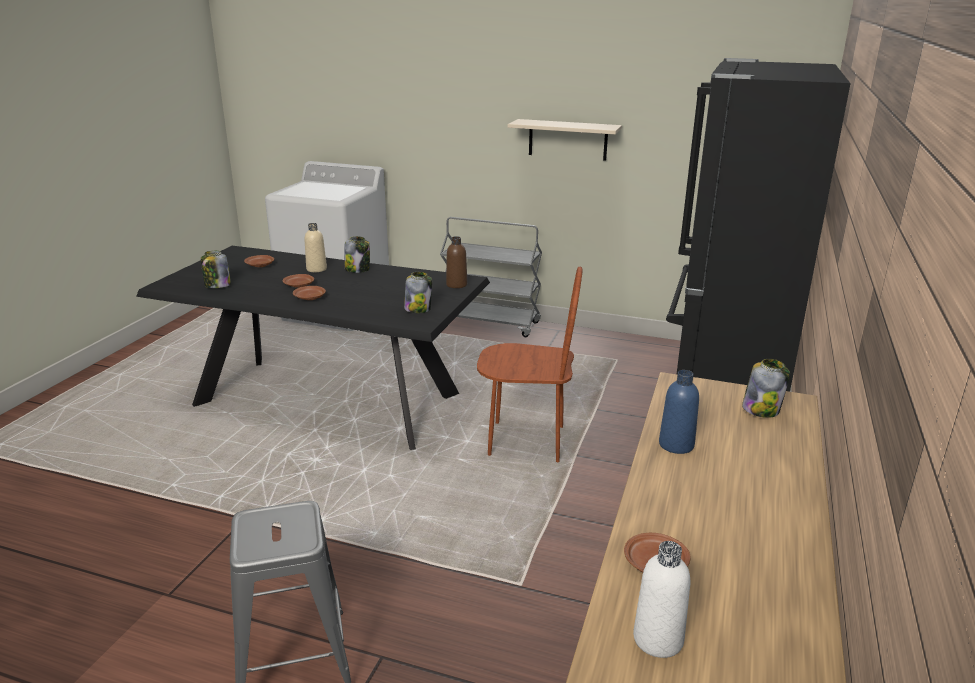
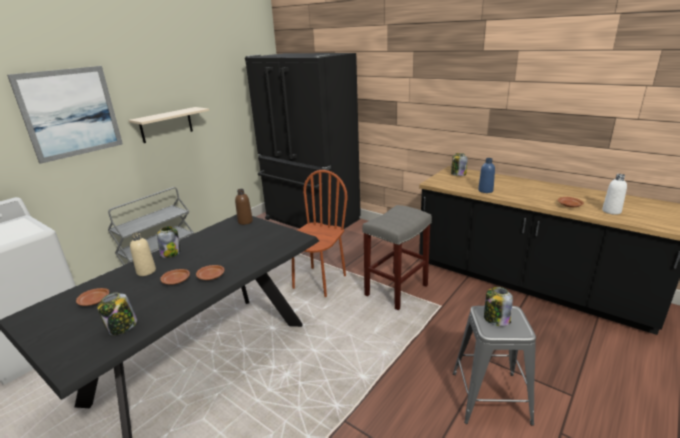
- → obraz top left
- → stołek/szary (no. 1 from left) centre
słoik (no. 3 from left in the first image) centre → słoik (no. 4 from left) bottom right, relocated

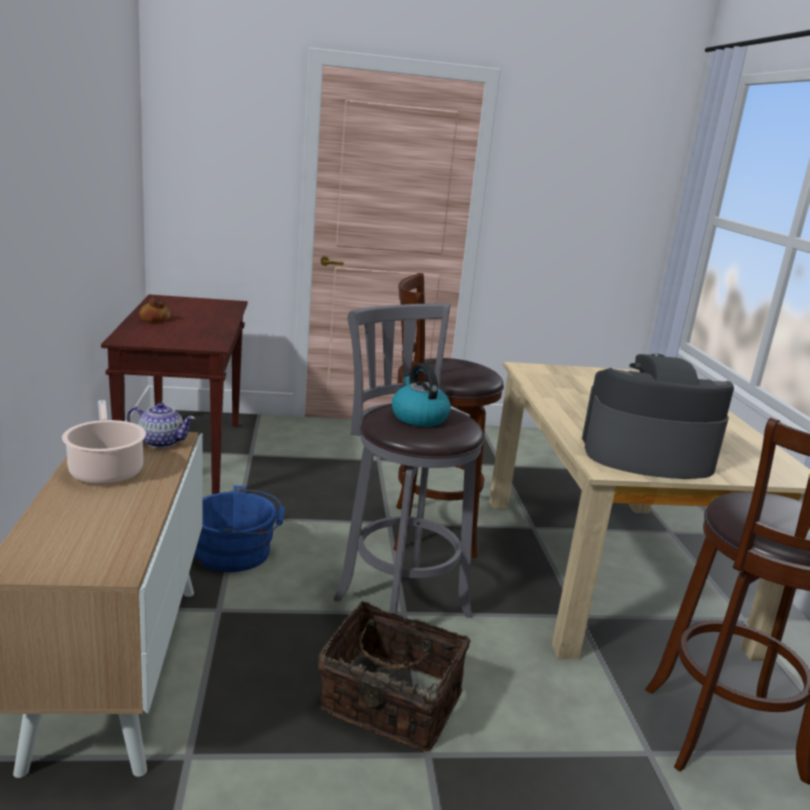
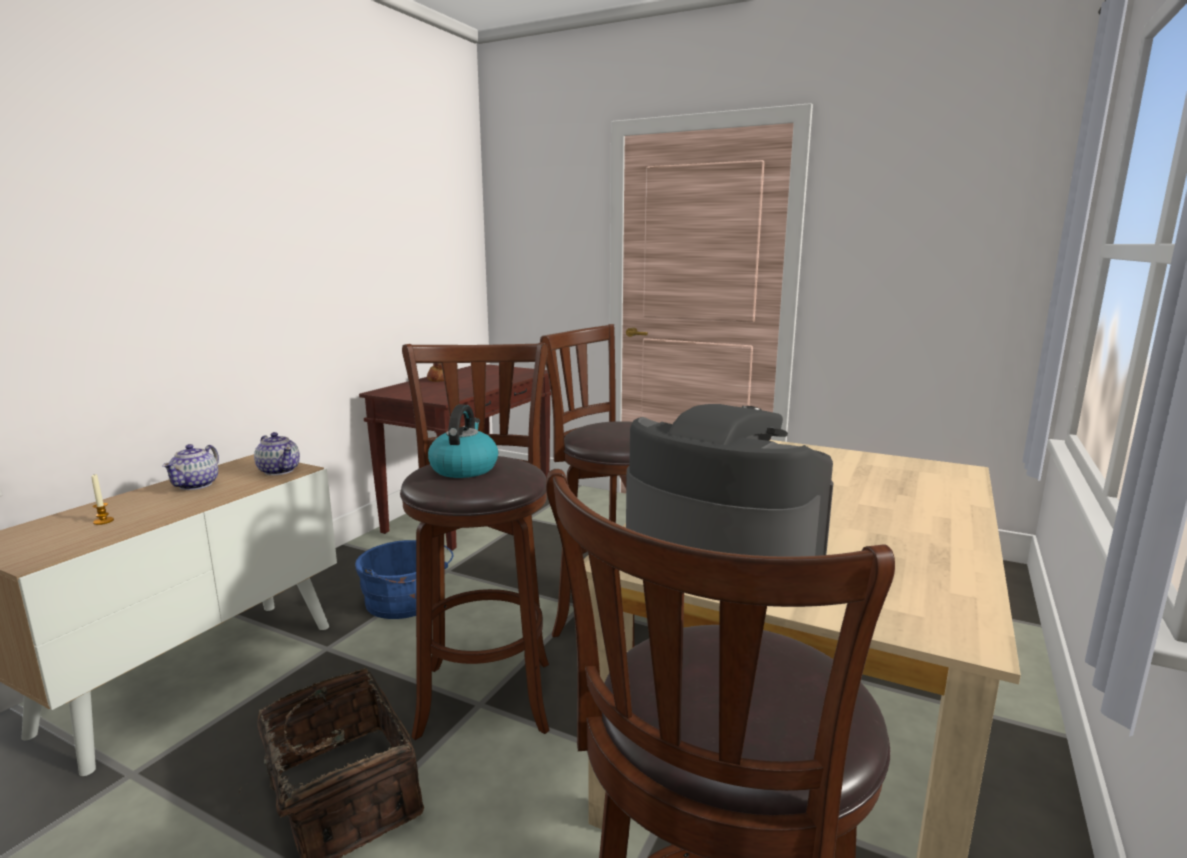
- → świeca middle left
garnek middle left → imbryk (no. 1 from left) middle left
stołek/szary centre → stołek/brązowy (no. 1 from left) centre

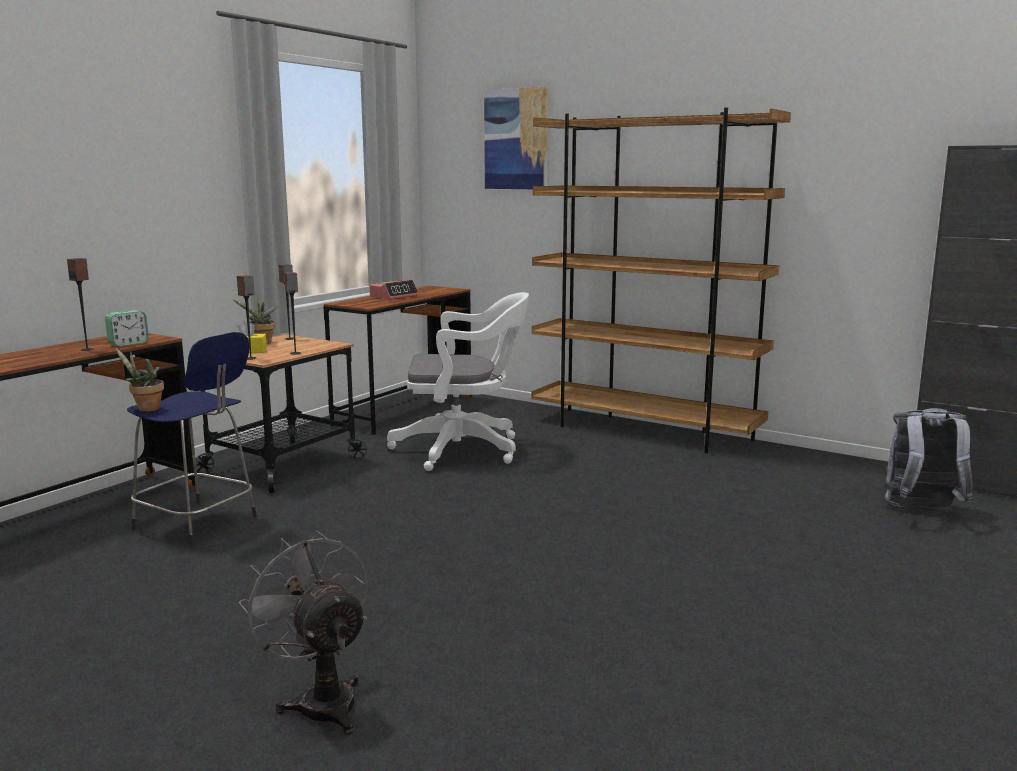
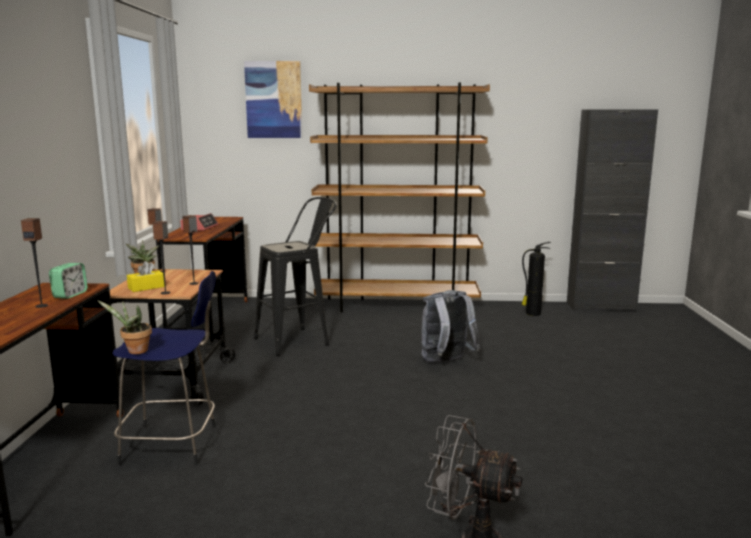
krzesło biurowe/biały centre → stołek/czarny centre
plecak/szary middle right → plecak/szary centre, relocated
- → gaśnica middle right

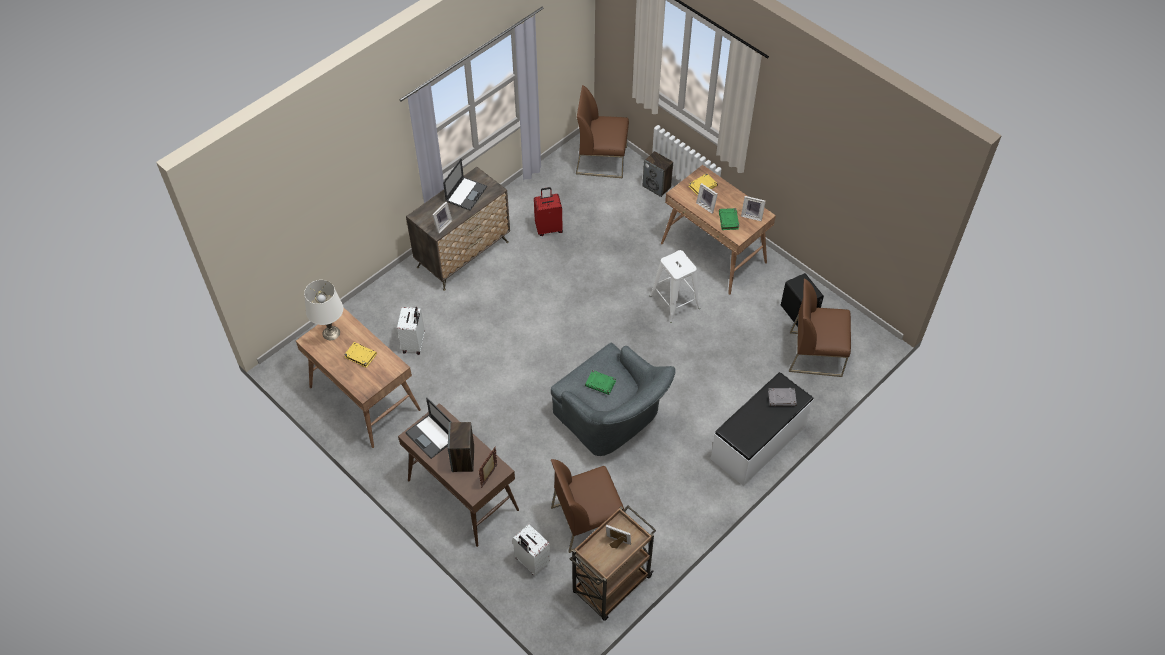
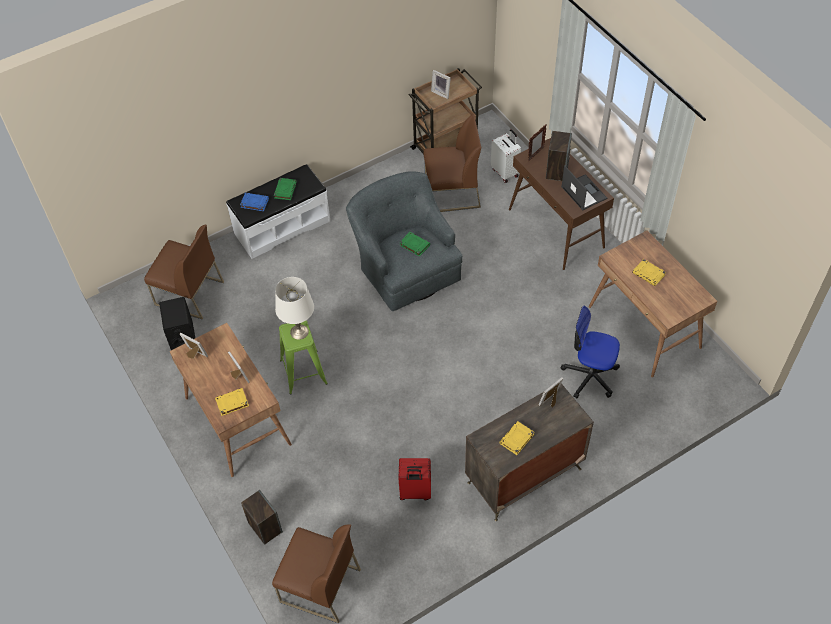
książka/szary middle right → książka/niebieski top left
książka/zielony (no. 2 from left in the first image) centre → książka/zielony (no. 1 from left) top centre, relocated
lampa stołowa/biały middle left → lampa stołowa/biały centre, relocated
stołek/biały centre → stołek/zielony centre
laptop (no. 2 from left) top centre → książka/żółty (no. 2 from left) bottom centre
walizka/biały (no. 1 from left) centre → krzesło biurowe middle right

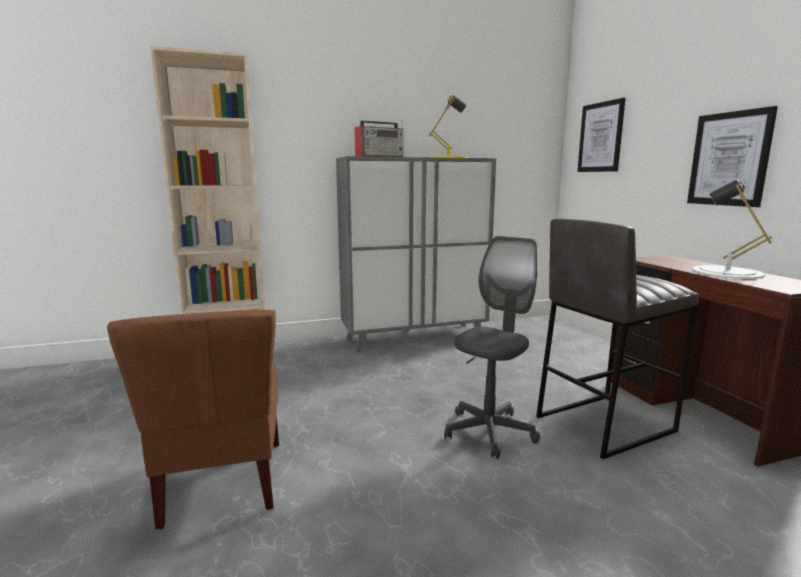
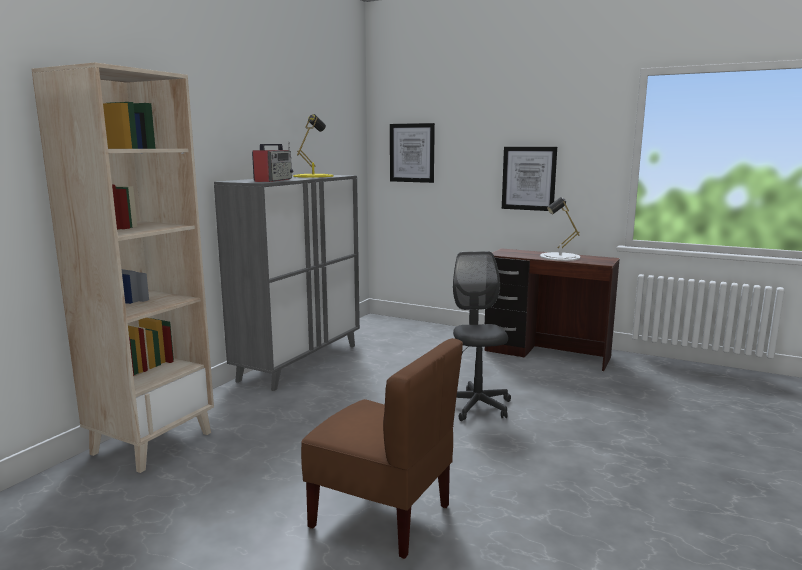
stołek/szary middle right → -

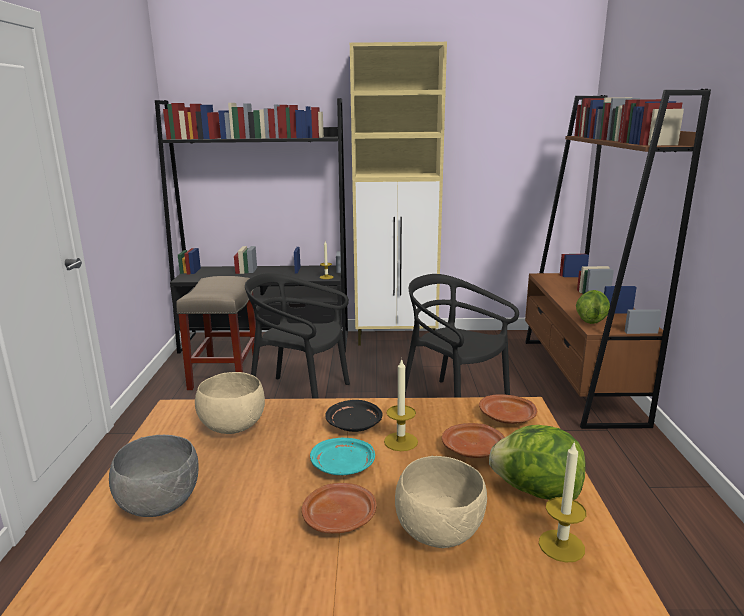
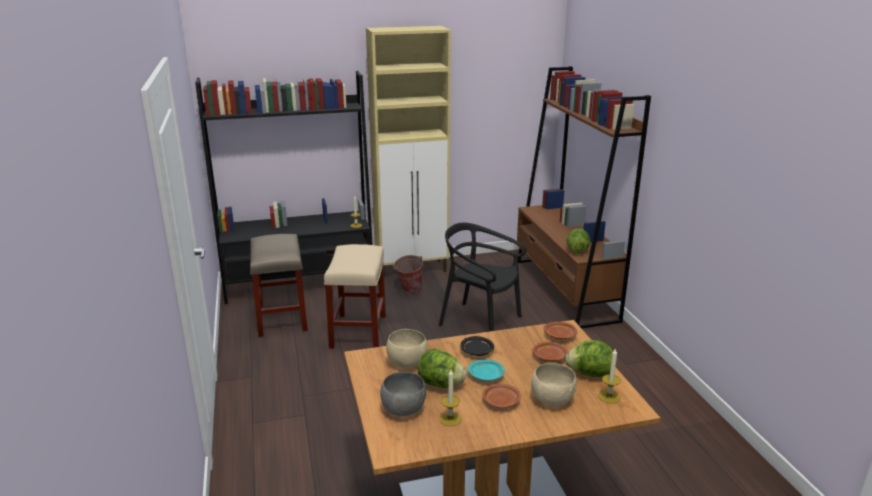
krzesło/czarny (no. 1 from left) centre → stołek/beżowy (no. 2 from left) centre
- → wiadro centre
- → sałata (no. 1 from left) bottom centre
świeca (no. 2 from left) centre → świeca (no. 2 from left) bottom centre, relocated

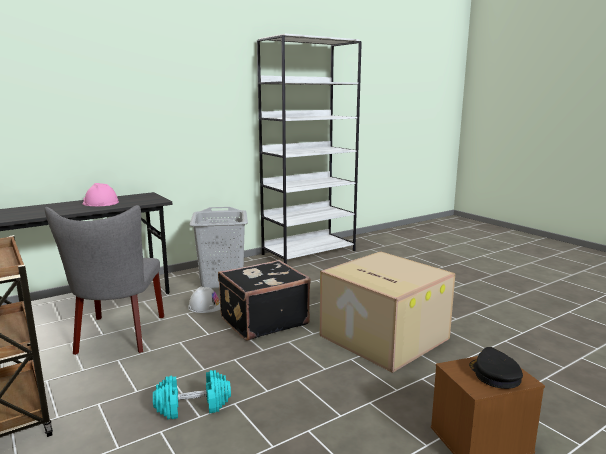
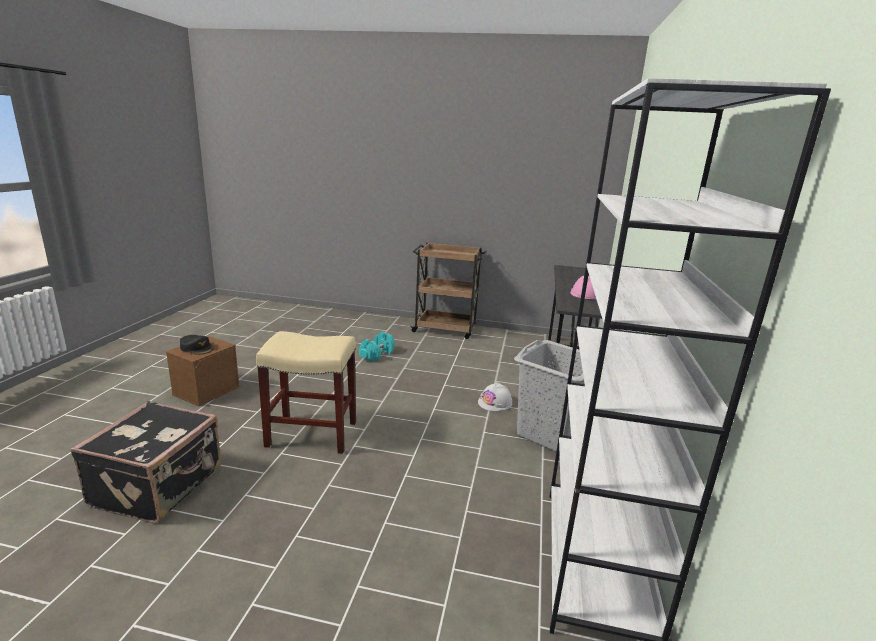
walizka/czarny centre → walizka/czarny bottom left, relocated
karton bottom centre → stołek/beżowy centre
krzesło/szary middle left → -

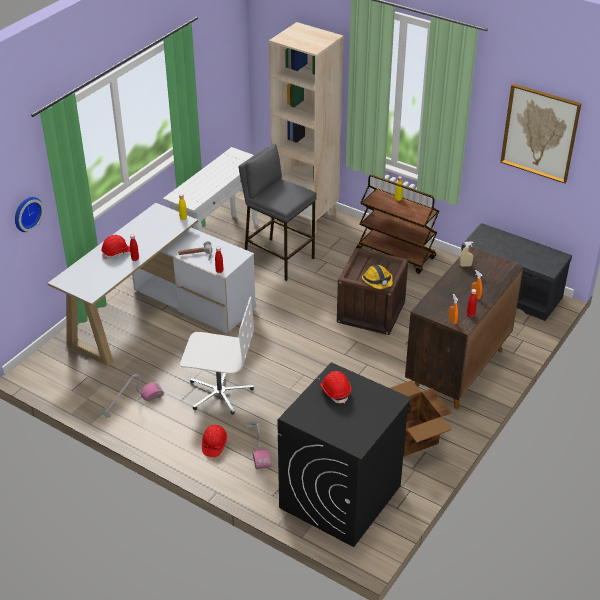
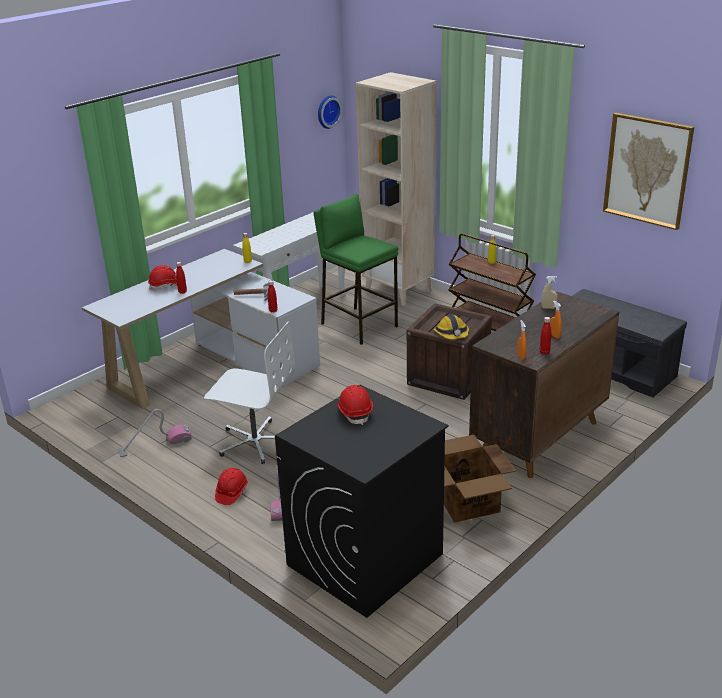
stołek/szary centre → stołek/zielony centre
zegar ścienny middle left → zegar ścienny top centre, relocated

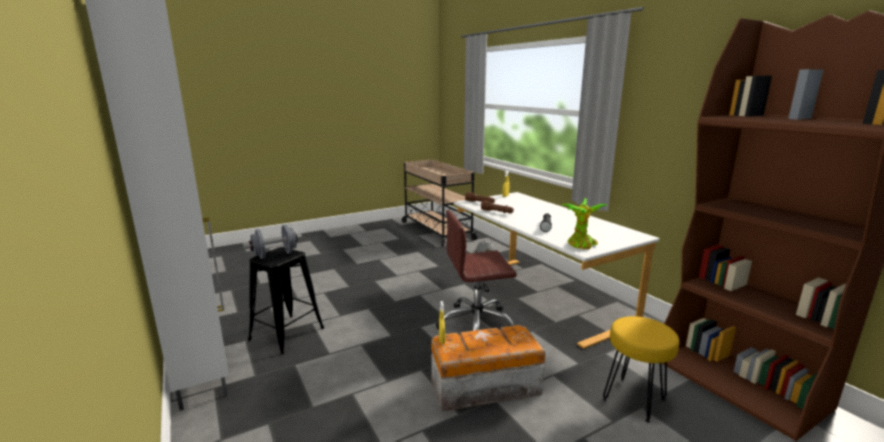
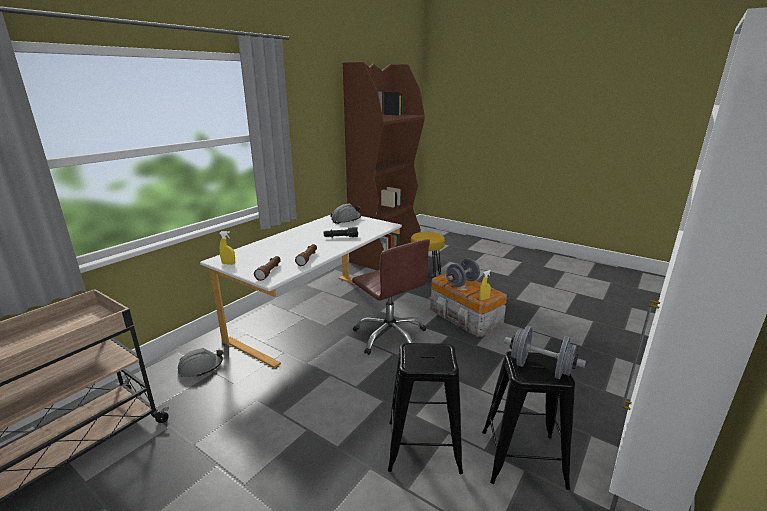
- → kask/szary (no. 2 from left) centre
- → stołek/czarny (no. 1 from left) bottom centre
- → hantel/szary (no. 1 from left) centre
roślina doniczkowa centre → -

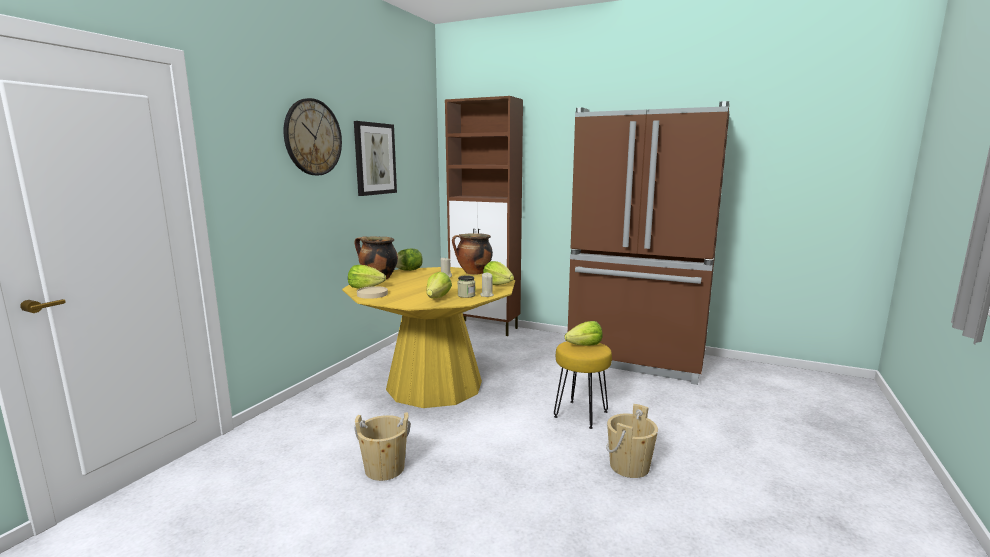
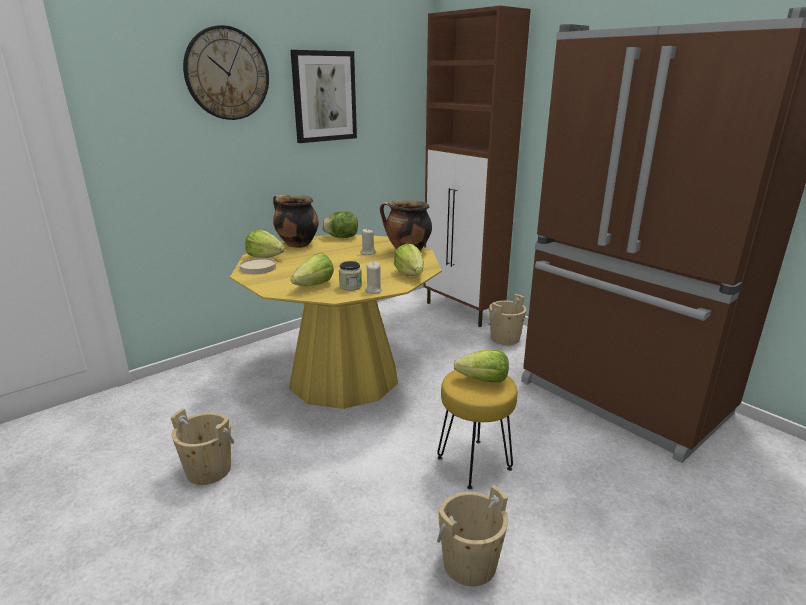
- → wiadro/beżowy (no. 3 from left) centre

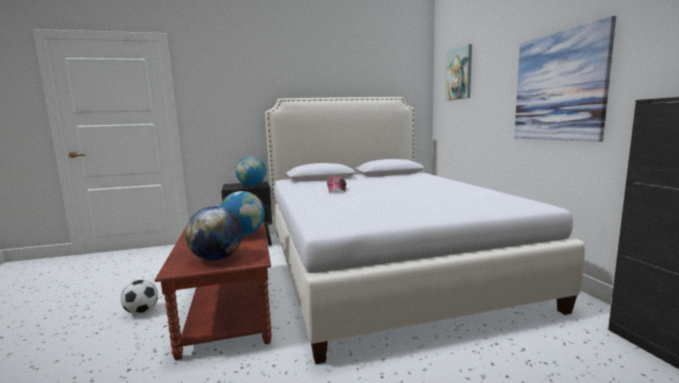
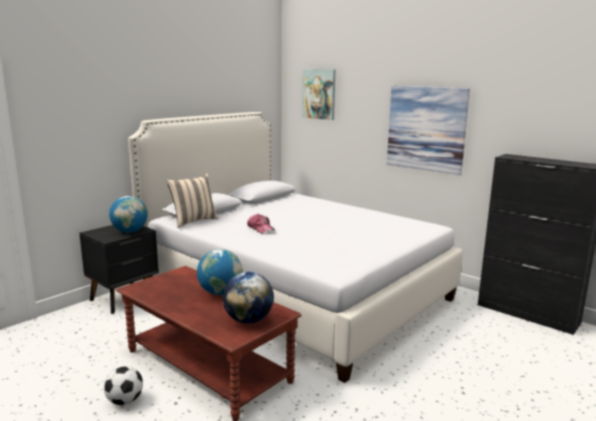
- → poduszka/beżowy middle left

